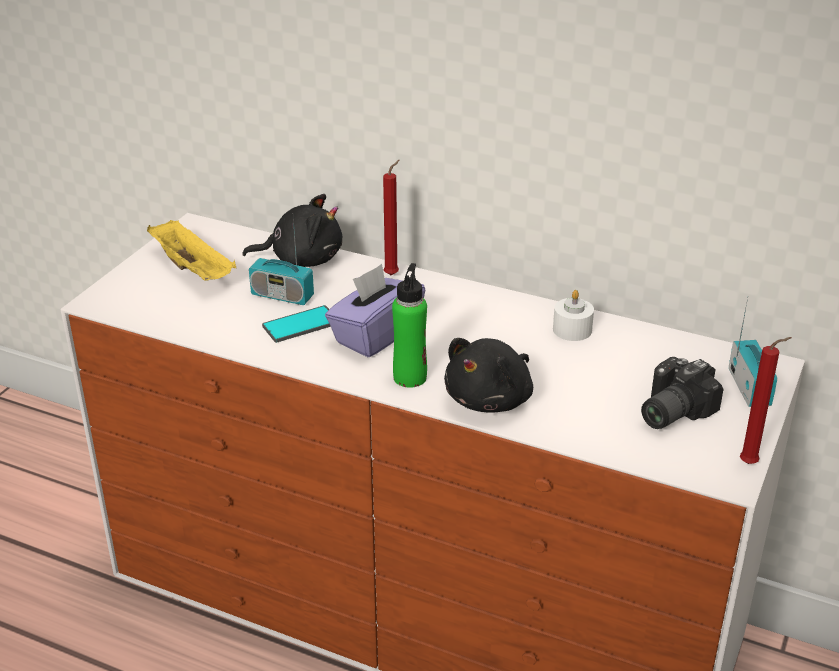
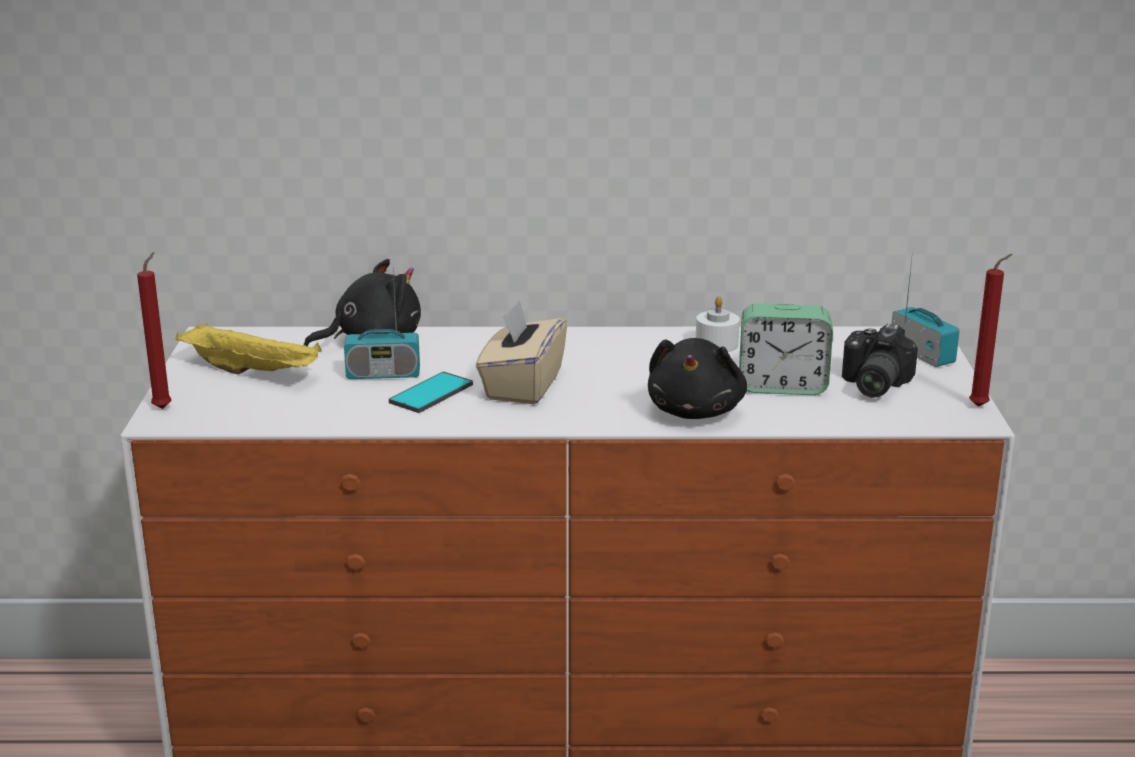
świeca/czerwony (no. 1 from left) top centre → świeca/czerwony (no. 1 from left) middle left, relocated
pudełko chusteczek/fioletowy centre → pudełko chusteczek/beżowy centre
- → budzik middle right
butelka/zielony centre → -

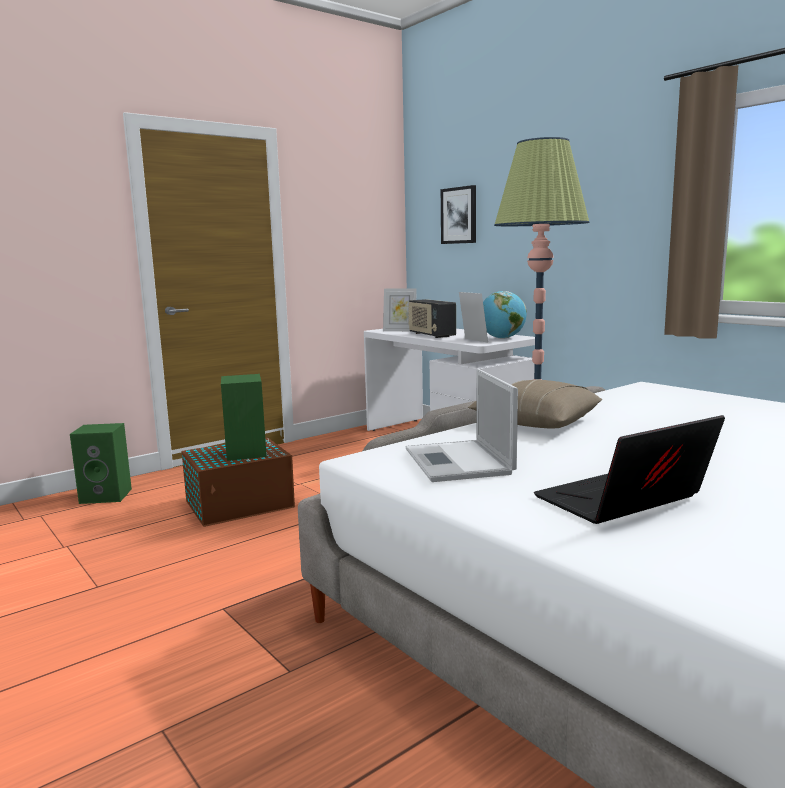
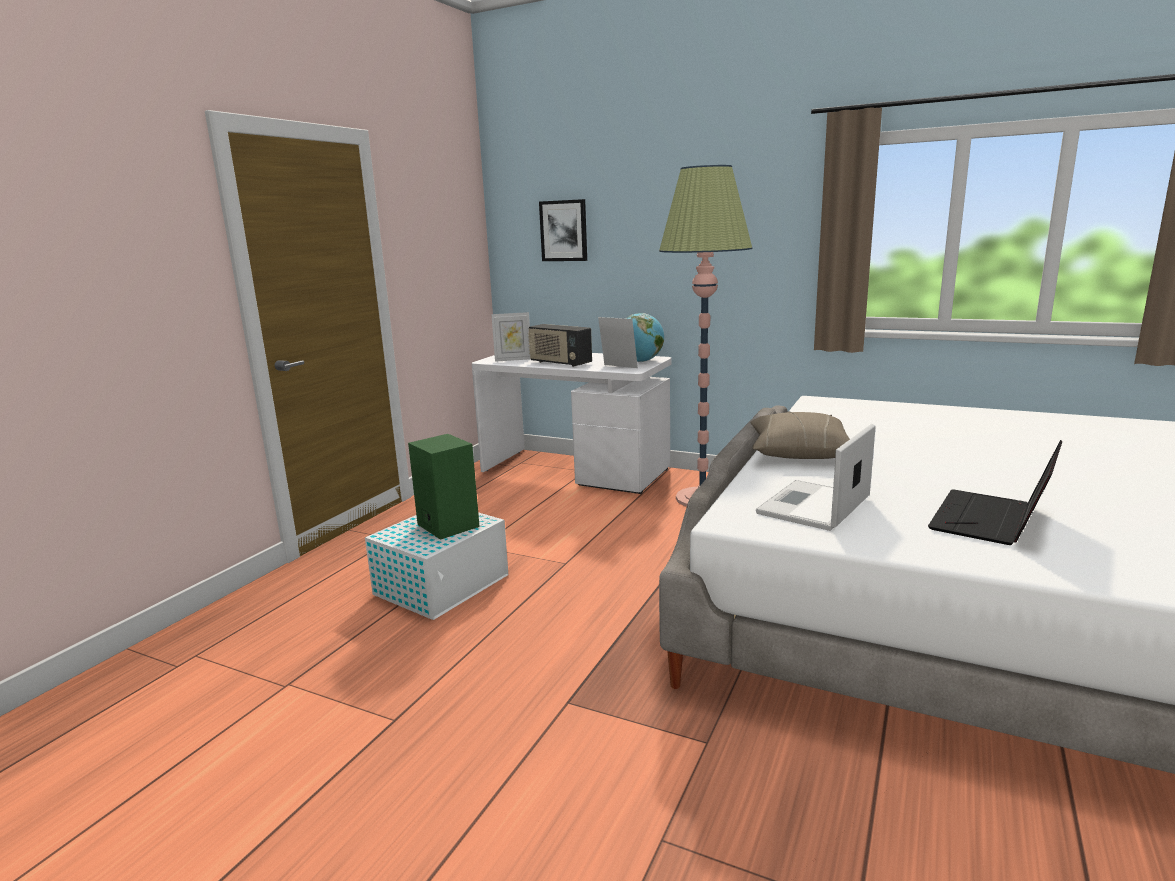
pojemnik do przechowywania/brązowy middle left → pojemnik do przechowywania/biały centre
laptop (no. 1 from left) centre → laptop (no. 1 from left) middle right, 75 degrees clockwise
głośnik/zielony (no. 1 from left) middle left → -

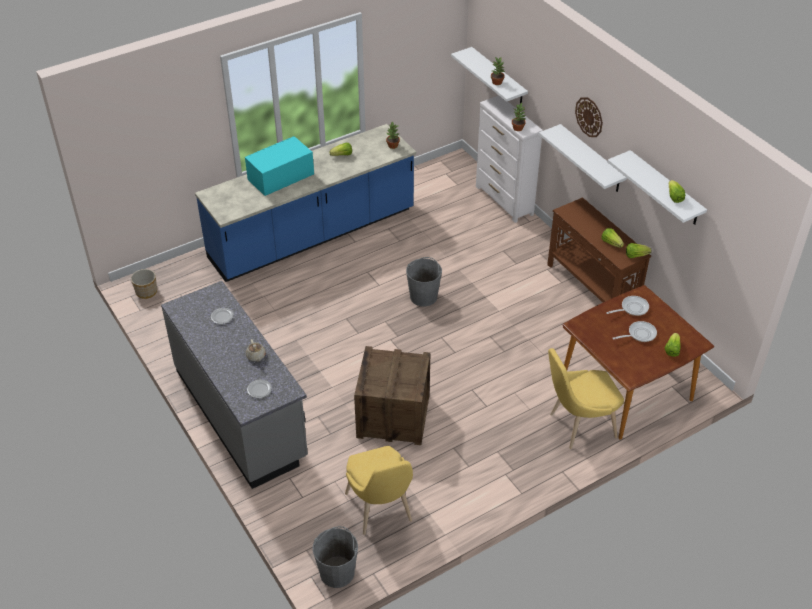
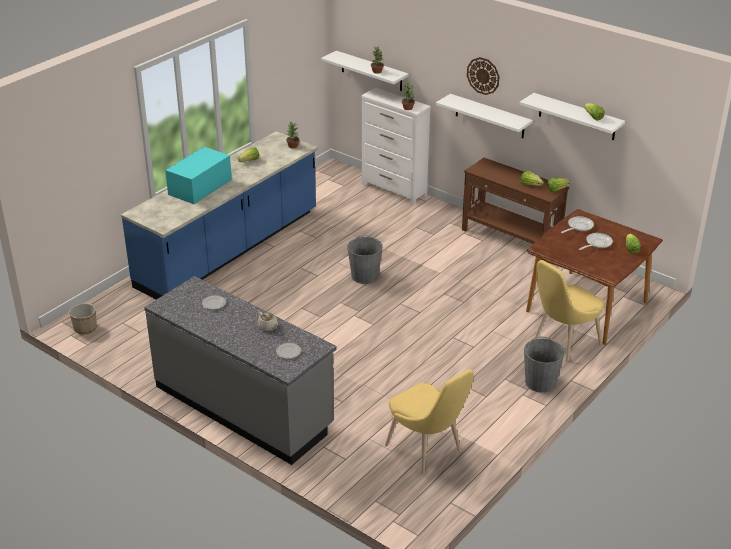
wiadro/szary (no. 1 from left in the first image) bottom centre → wiadro/szary (no. 2 from left) middle right, relocated
skrzynka centre → -

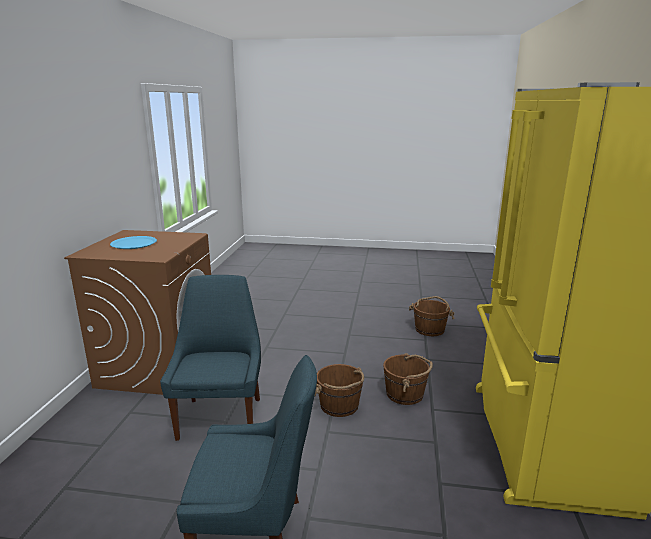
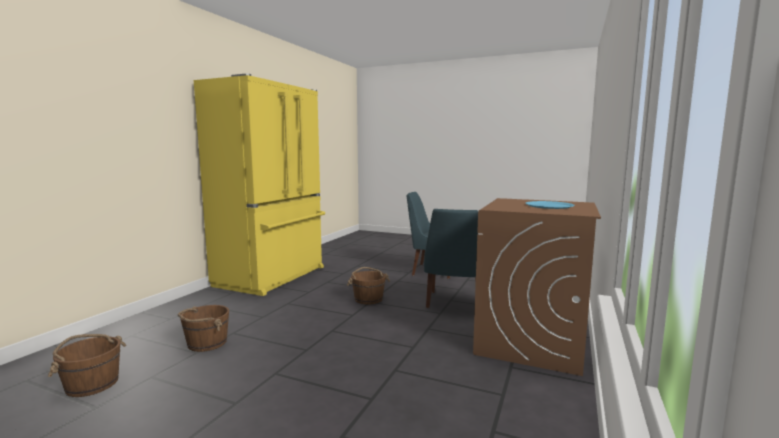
wiadro/brązowy (no. 2 from left in the first image) bottom centre → wiadro/brązowy (no. 1 from left) bottom left, relocated

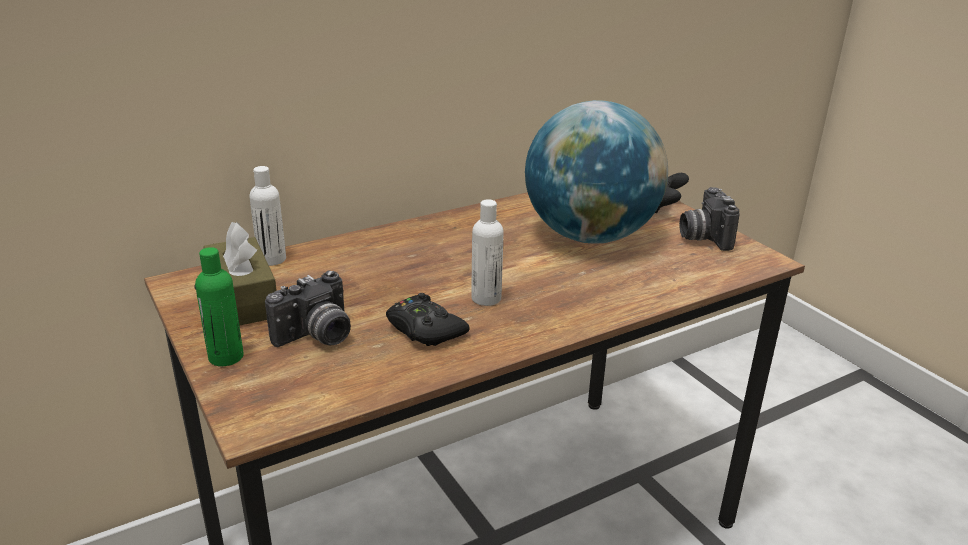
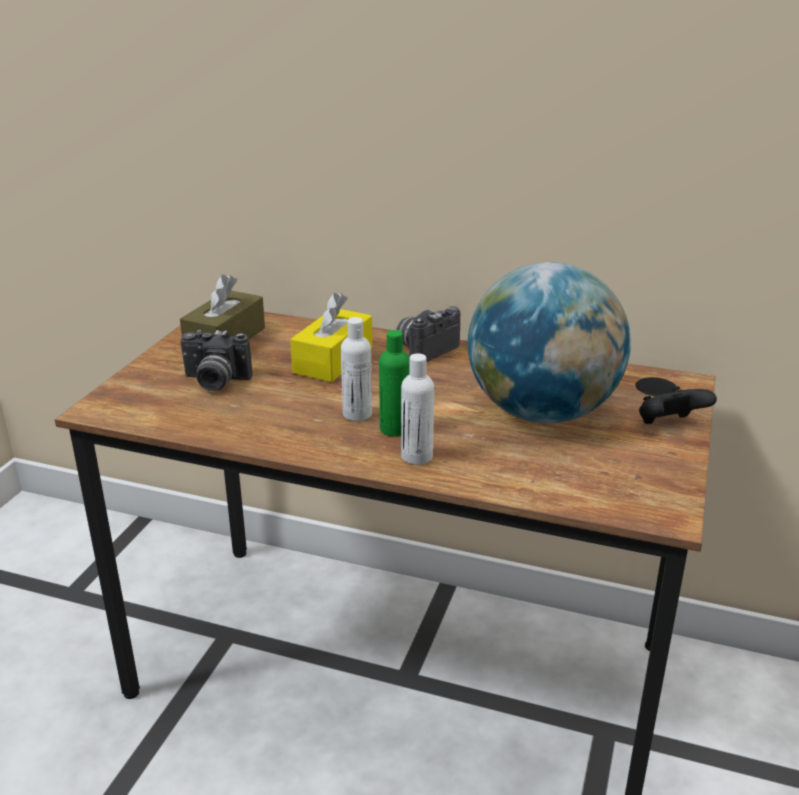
- → pudełko chusteczek/żółty centre
butelka/zielony middle left → butelka/zielony centre, relocated
aparat fotograficzny (no. 2 from left) middle right → aparat fotograficzny (no. 2 from left) centre, relocated
butelka/biały (no. 1 from left in the first image) middle left → butelka/biały (no. 2 from left) centre, relocated
pad do gier/czarny (no. 1 from left) centre → -

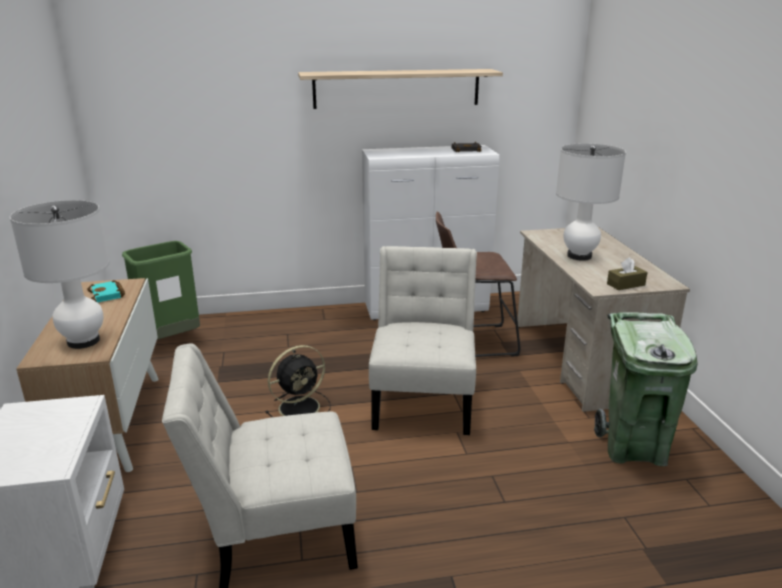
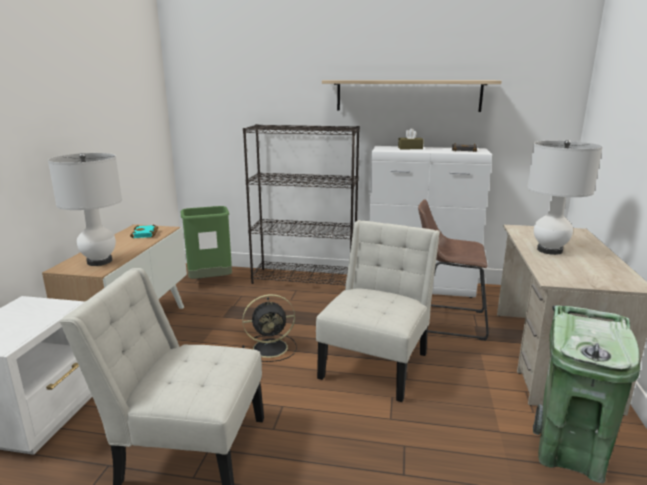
- → regał/czarny centre
pudełko chusteczek/brązowy middle right → pudełko chusteczek/brązowy top centre, relocated

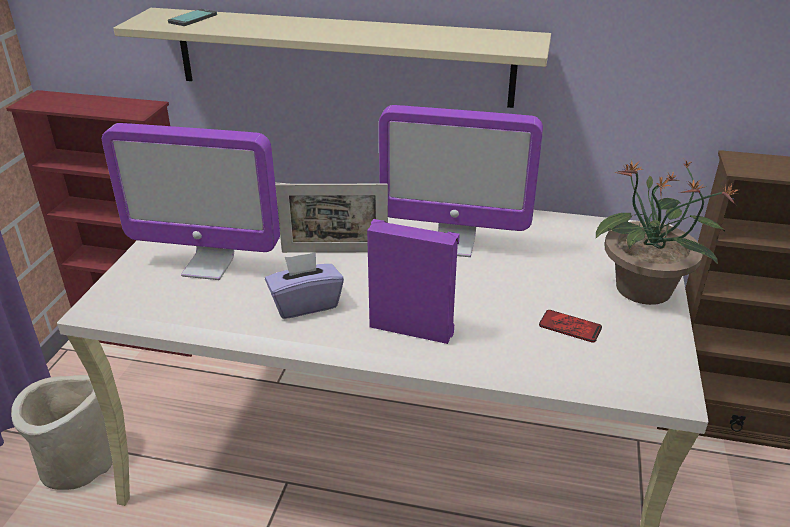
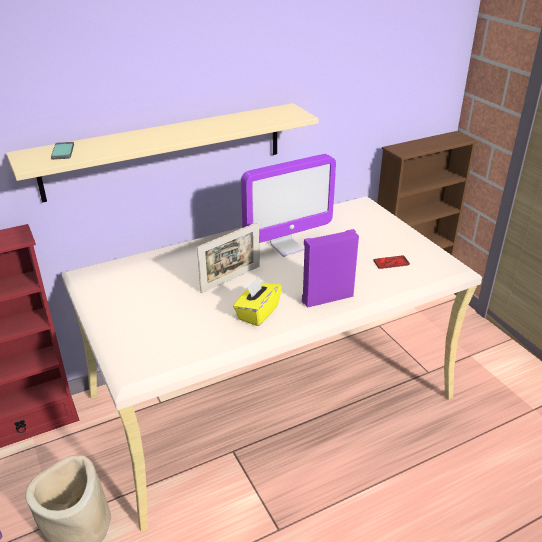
pudełko chusteczek/fioletowy centre → pudełko chusteczek/żółty centre
monitor (no. 1 from left) middle left → -
roślina doniczkowa middle right → -

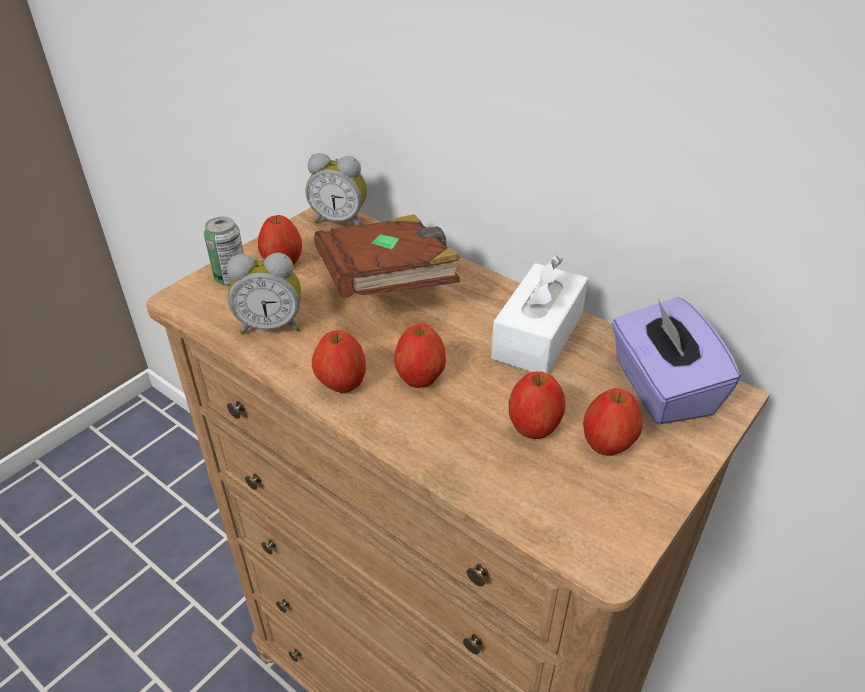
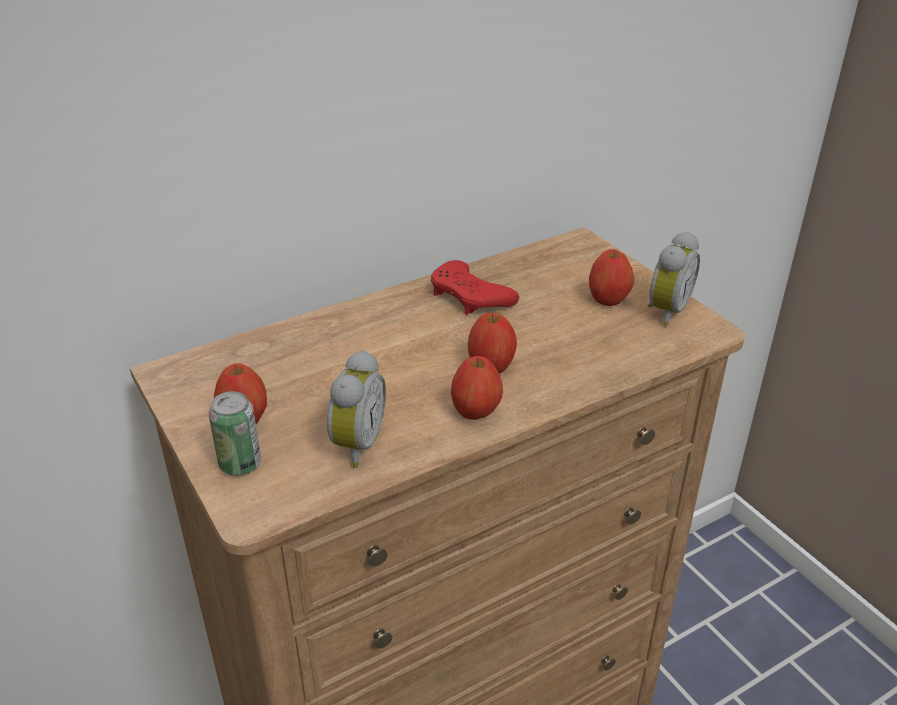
pudełko chusteczek/biały centre → pad do gier/czerwony centre
budzik (no. 2 from left) top centre → budzik (no. 2 from left) middle right, relocated
książka/brązowy centre → -
jabłko (no. 4 from left) centre → -
pudełko chusteczek/fioletowy middle right → -

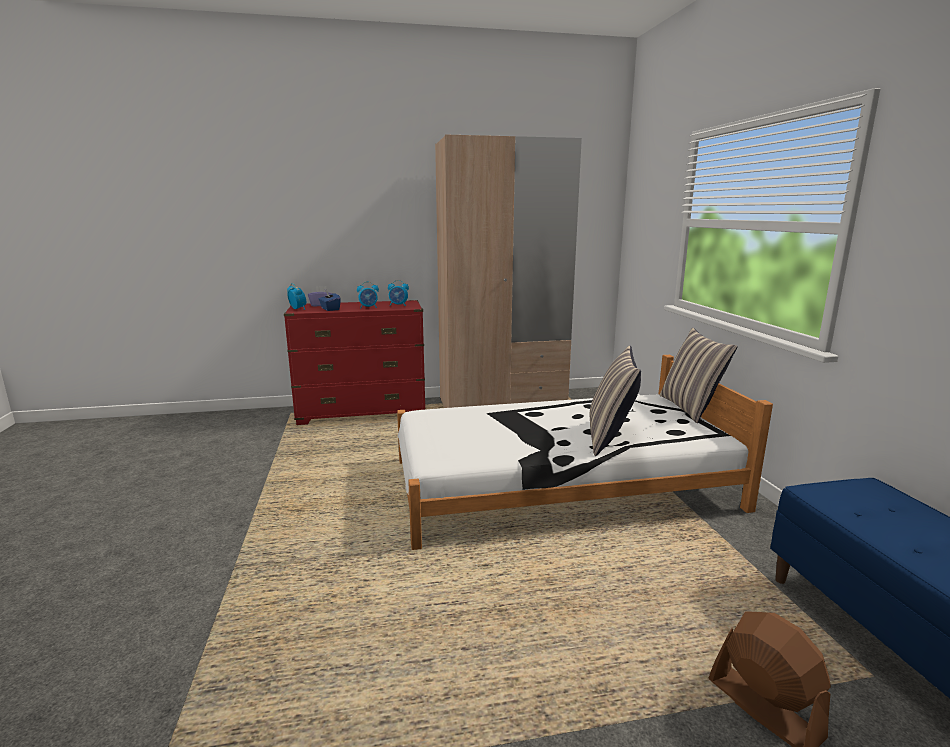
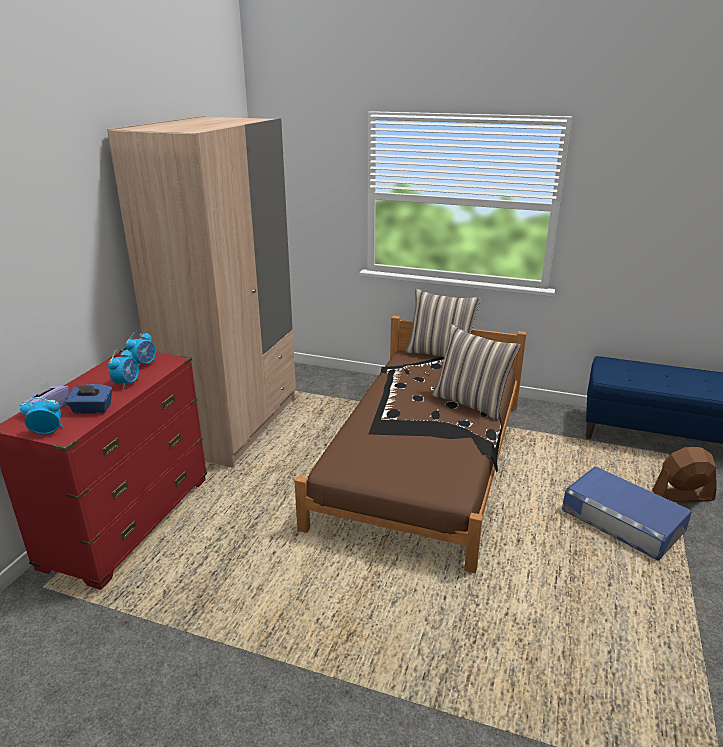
łóżko/biały centre → łóżko/brązowy centre
- → pojemnik do przechowywania/niebieski bottom right

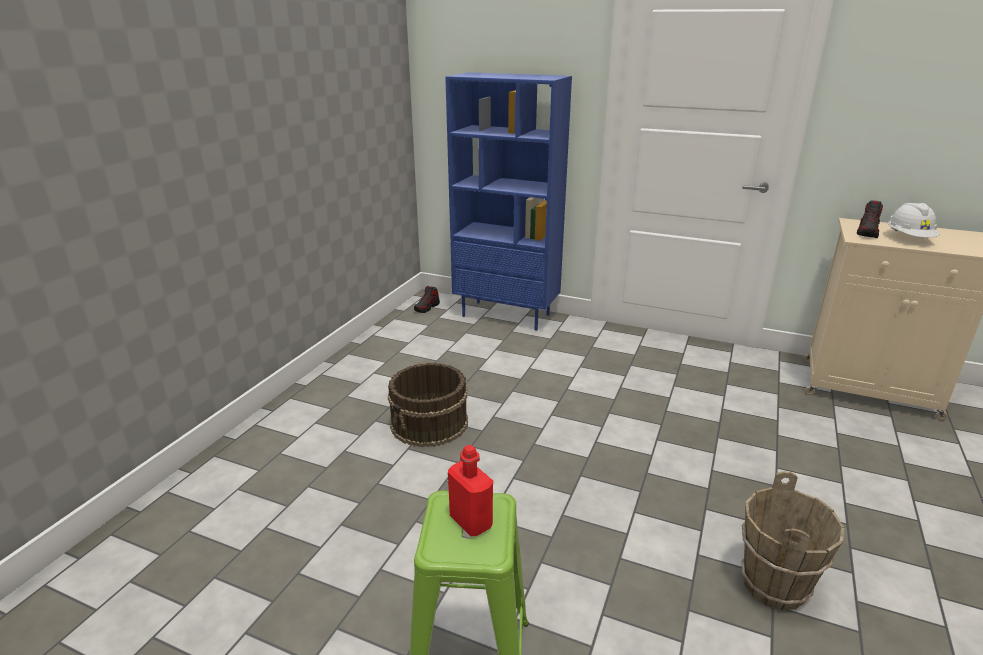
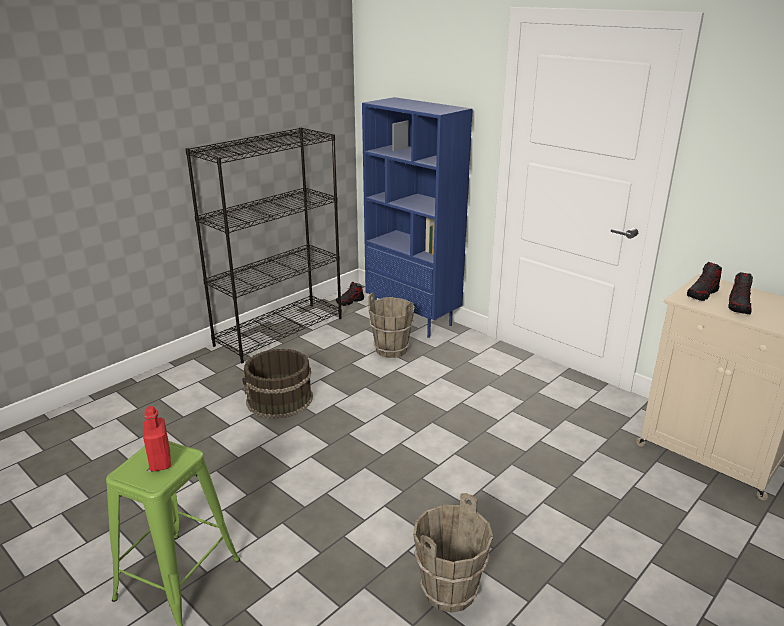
- → regał/czarny centre
- → wiadro/brązowy (no. 2 from left) centre
kask/biały middle right → but (no. 3 from left) middle right

